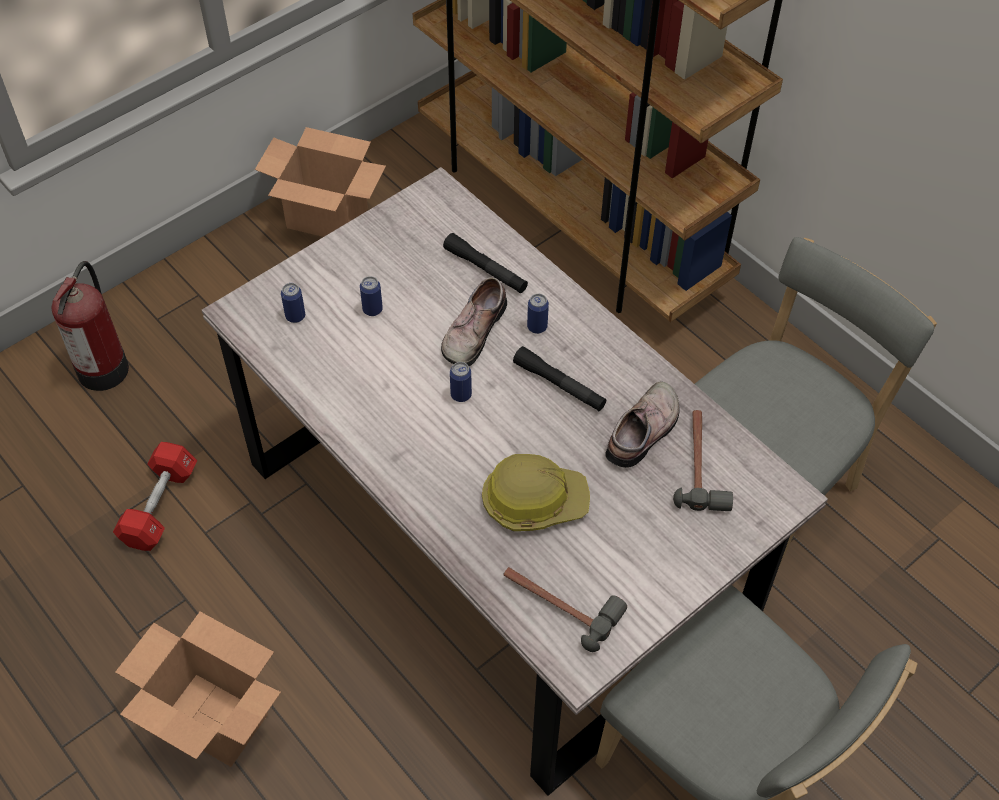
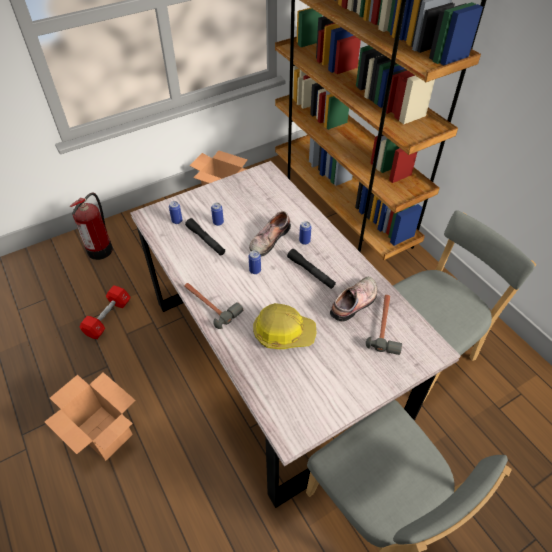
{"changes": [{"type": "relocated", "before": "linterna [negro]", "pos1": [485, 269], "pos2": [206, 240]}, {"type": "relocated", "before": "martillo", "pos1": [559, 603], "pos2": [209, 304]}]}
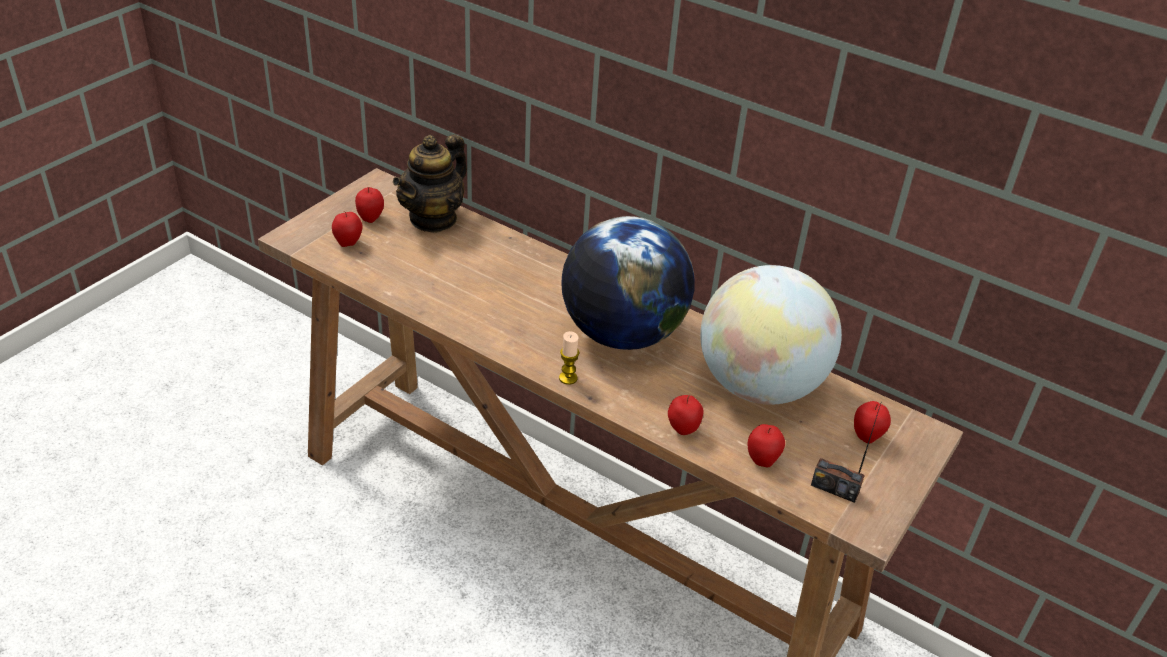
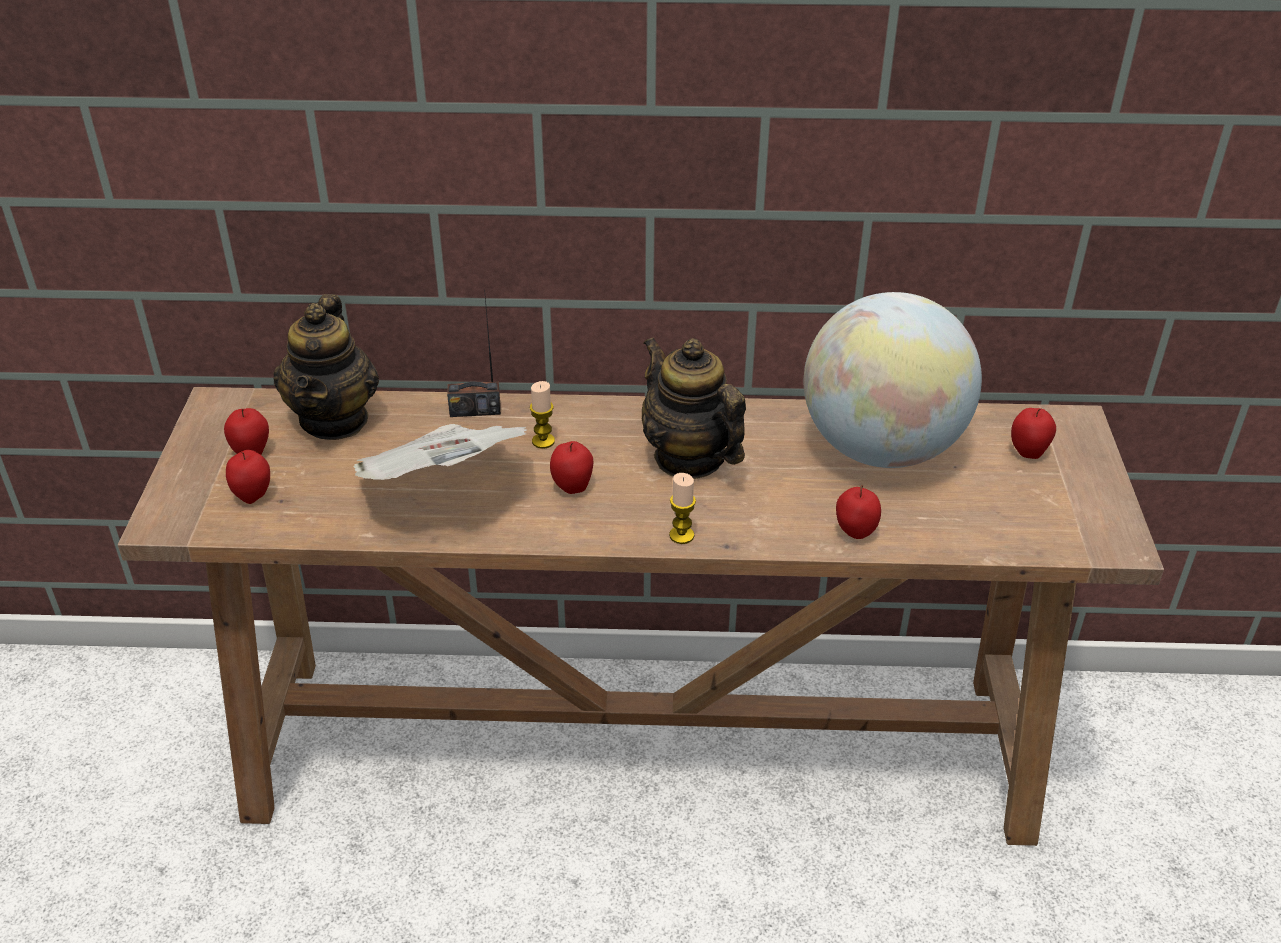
{"changes": [{"type": "appeared", "after": "periódico", "pos2": [443, 485]}, {"type": "appeared", "after": "vela", "pos2": [543, 441]}, {"type": "relocated", "before": "manzana", "pos1": [762, 460], "pos2": [572, 487]}, {"type": "relocated", "before": "radio", "pos1": [835, 488], "pos2": [475, 410]}, {"type": "exchanged", "before": "globo terráqueo", "after": "tetera", "pos1": [622, 334], "pos2": [689, 458]}]}
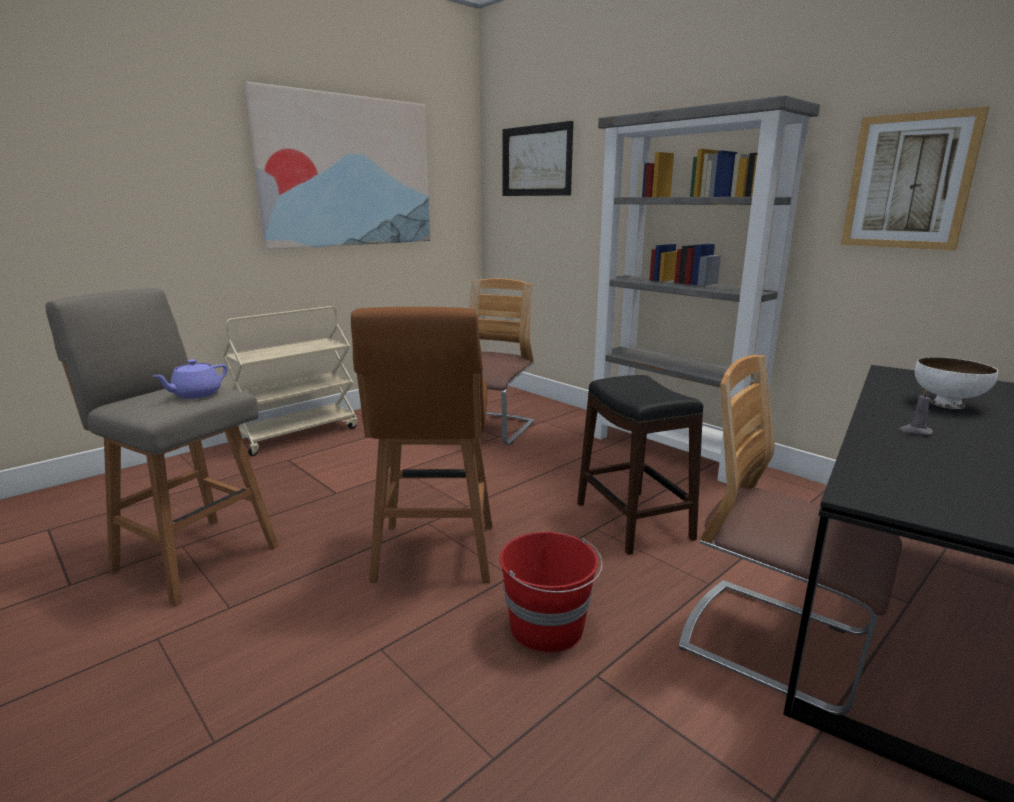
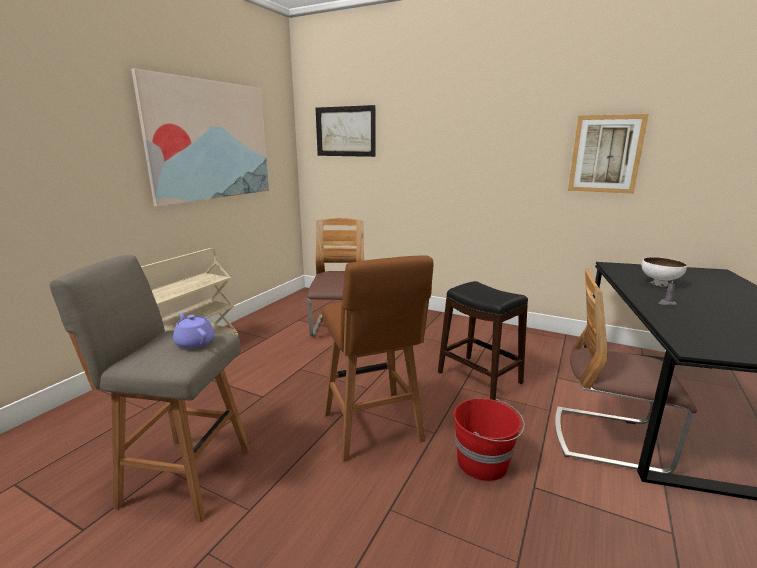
{"changes": [{"type": "missing", "before": "estantería [gris]", "pos1": [671, 451]}, {"type": "spun", "before": "tetera [morado]", "pos1": [196, 394], "pos2": [194, 342], "turn": 120}]}
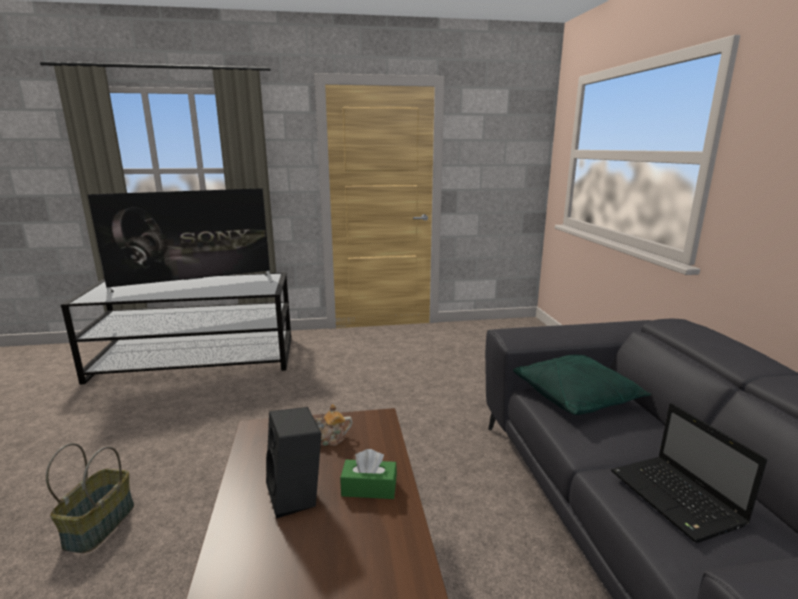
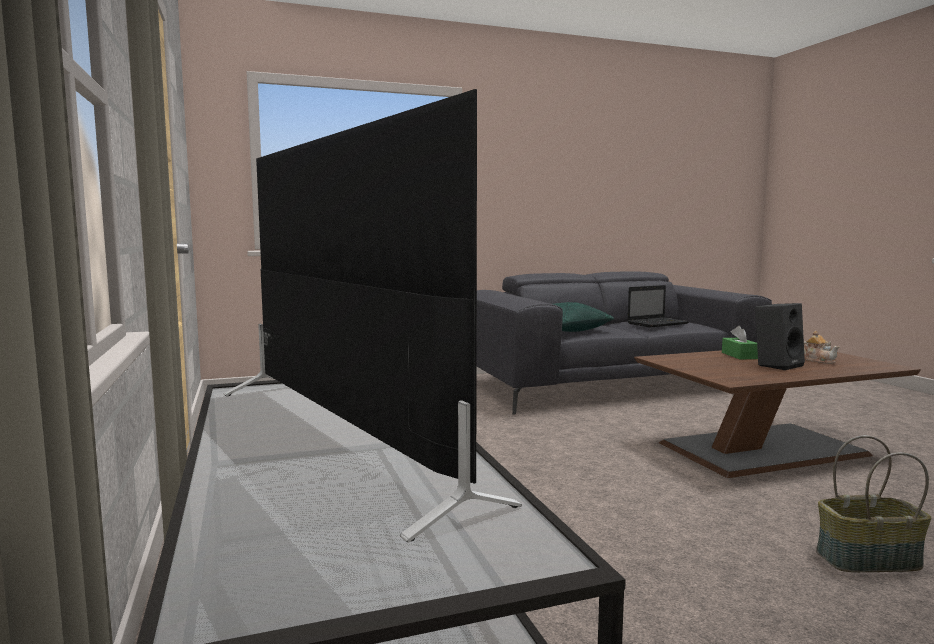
{"changes": [{"type": "relocated", "before": "tetera", "pos1": [329, 439], "pos2": [819, 360]}]}
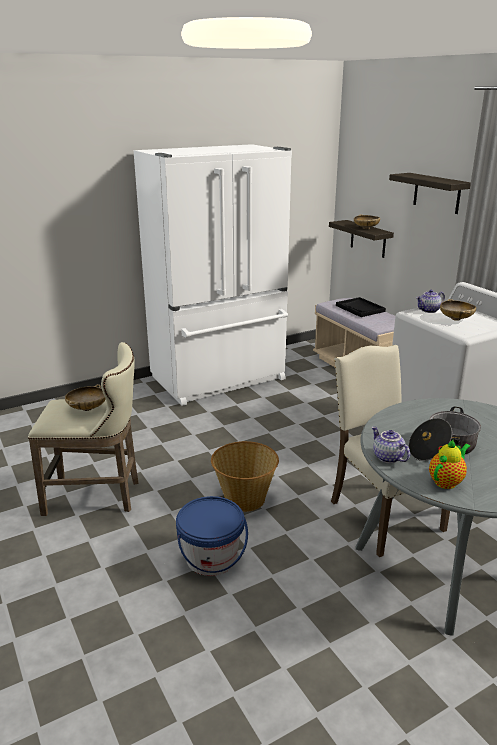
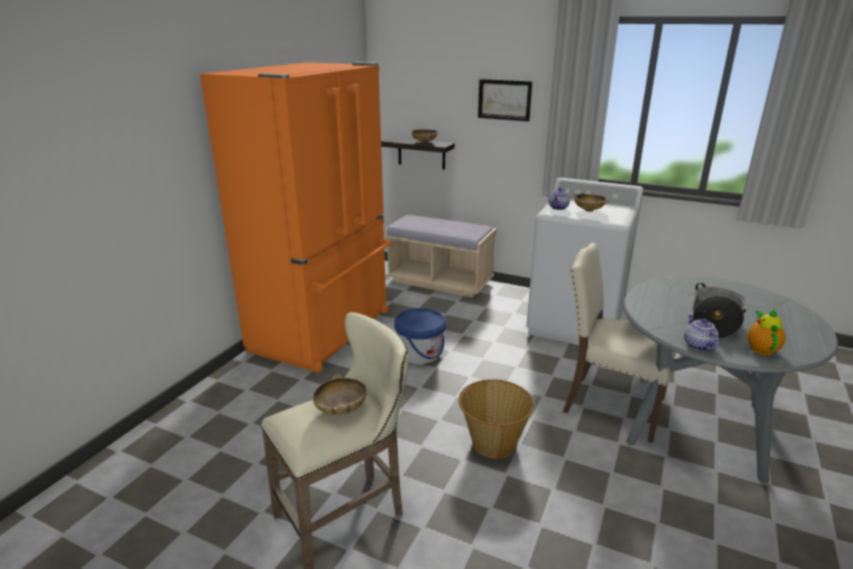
{"changes": [{"type": "missing", "before": "bandeja [negro]", "pos1": [360, 308]}, {"type": "relocated", "before": "cubo [azul]", "pos1": [211, 557], "pos2": [420, 354]}, {"type": "exchanged", "before": "estante", "after": "cuadro", "pos1": [437, 193], "pos2": [504, 99]}, {"type": "colour", "before": "nevera [blanco]", "after": "nevera [naranja]", "pos1": [220, 379], "pos2": [325, 331]}, {"type": "spun", "before": "tetera", "pos1": [387, 457], "pos2": [697, 345], "turn": 60}]}
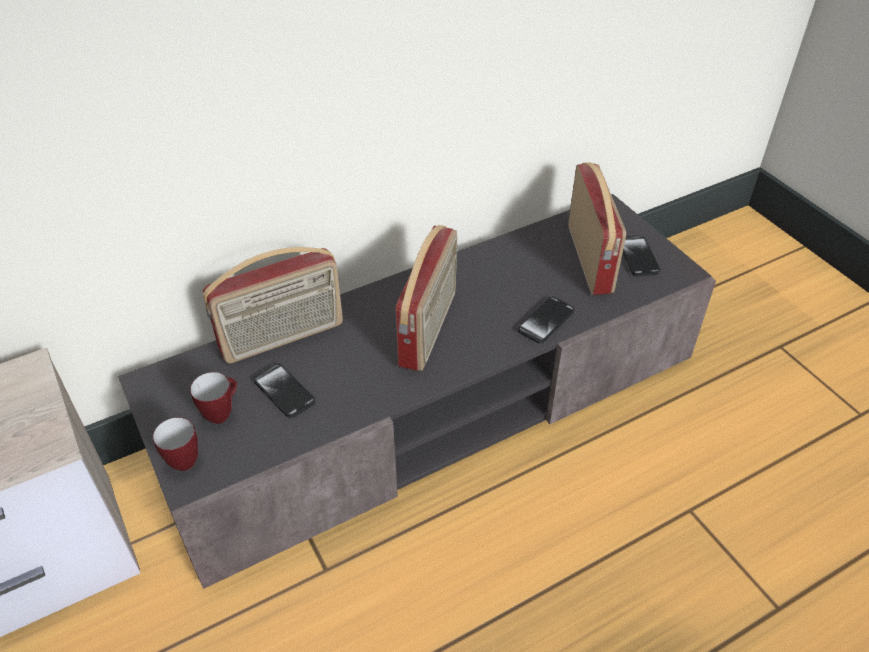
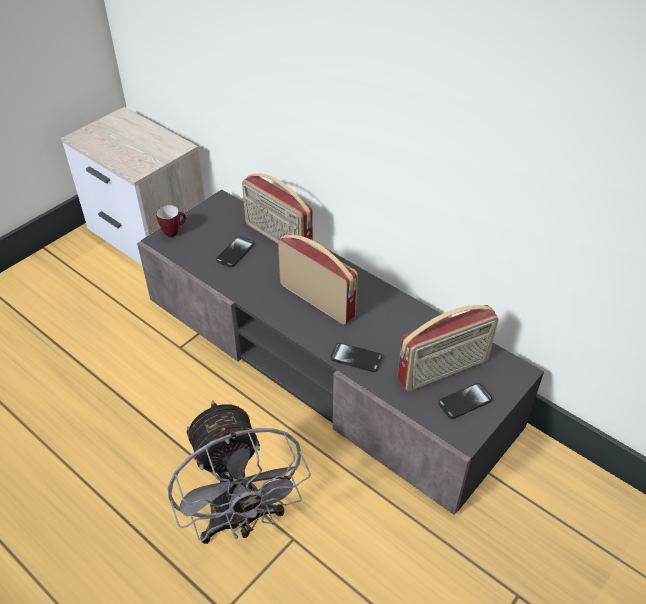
{"changes": [{"type": "missing", "before": "taza grande", "pos1": [222, 412]}, {"type": "appeared", "after": "ventilador [gris]", "pos2": [241, 520]}, {"type": "spun", "before": "radio", "pos1": [429, 328], "pos2": [318, 299], "turn": -135}]}
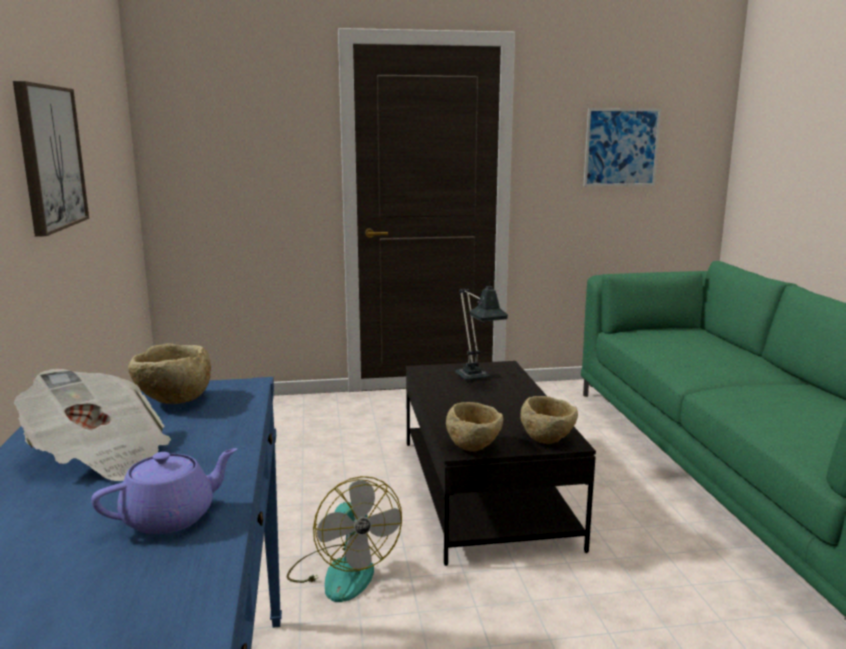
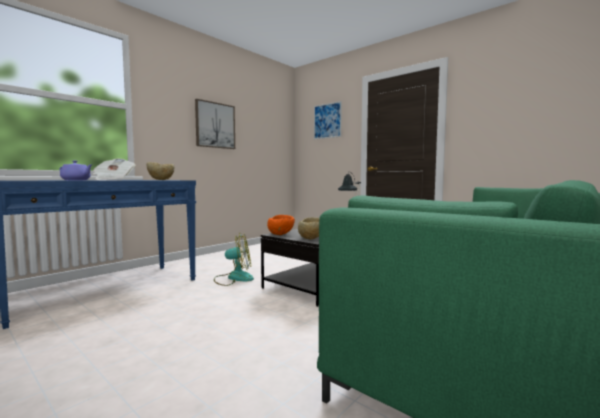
{"changes": [{"type": "relocated", "before": "cuadro", "pos1": [621, 147], "pos2": [327, 121]}, {"type": "colour", "before": "cuenco [beis]", "after": "cuenco [naranja]", "pos1": [474, 447], "pos2": [281, 234]}, {"type": "spun", "before": "ventilador", "pos1": [342, 571], "pos2": [234, 278], "turn": -120}]}
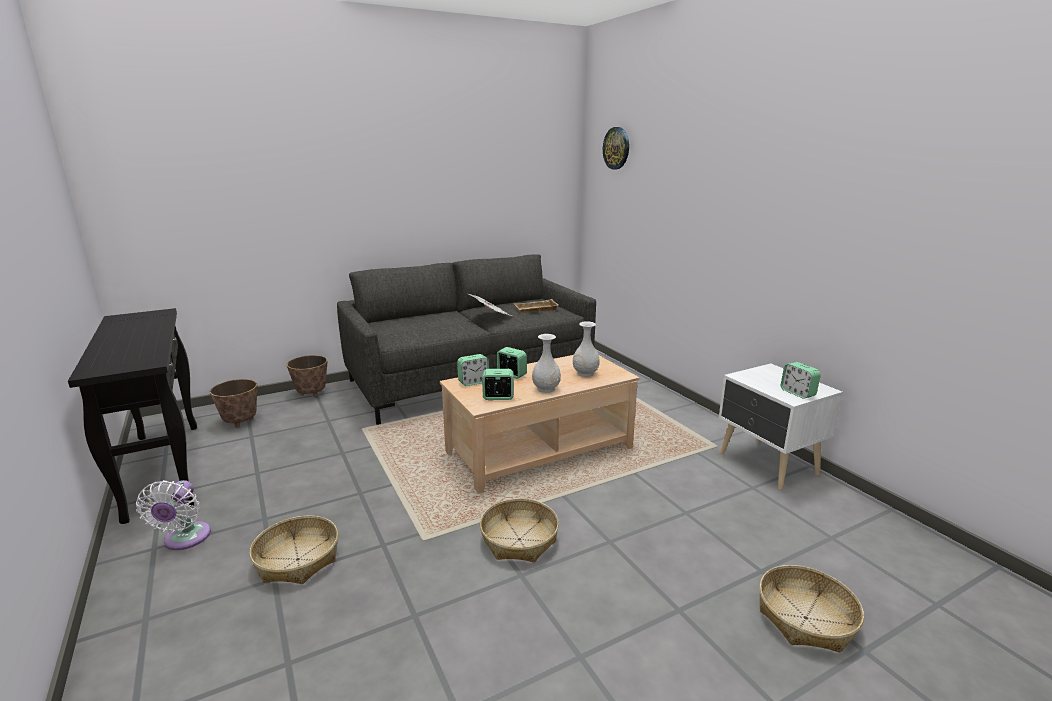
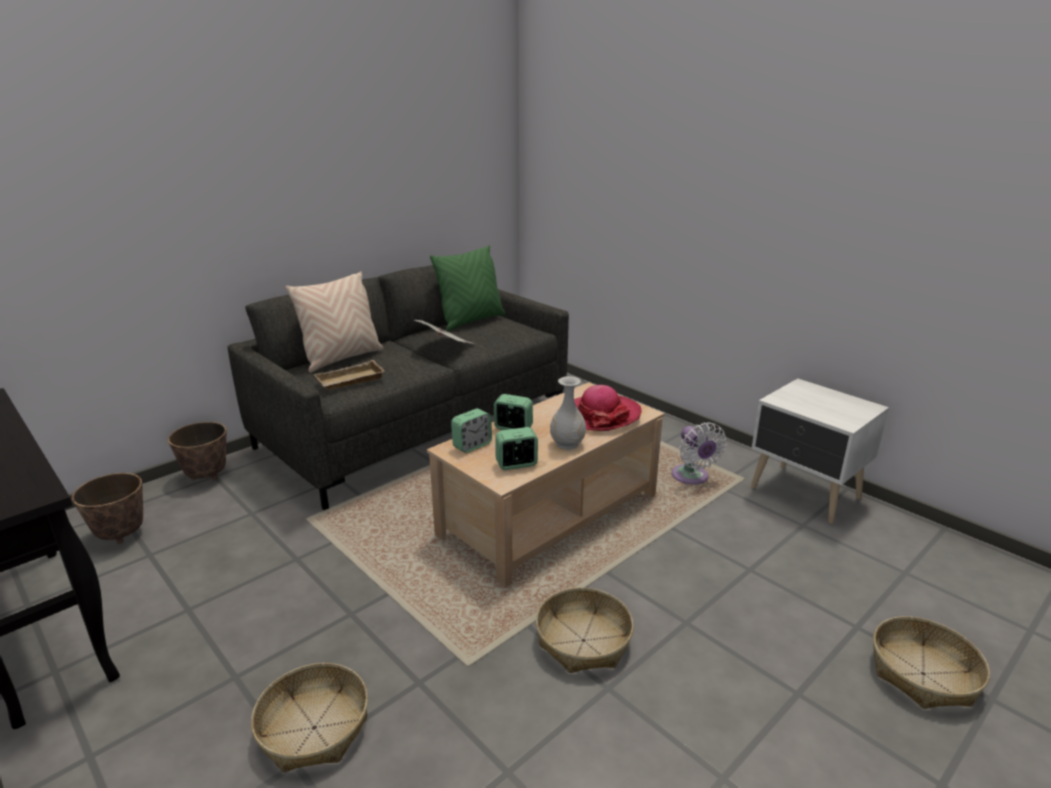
{"changes": [{"type": "missing", "before": "reloj de pared", "pos1": [616, 148]}, {"type": "missing", "before": "despertador", "pos1": [797, 393]}, {"type": "appeared", "after": "cojín [beis]", "pos2": [342, 358]}, {"type": "appeared", "after": "cojín [verde]", "pos2": [471, 321]}, {"type": "relocated", "before": "ventilador [blanco]", "pos1": [185, 540], "pos2": [692, 478]}, {"type": "relocated", "before": "bandeja [beis]", "pos1": [535, 310], "pos2": [350, 381]}, {"type": "exchanged", "before": "florero [blanco]", "after": "sombrero", "pos1": [585, 373], "pos2": [600, 415]}]}
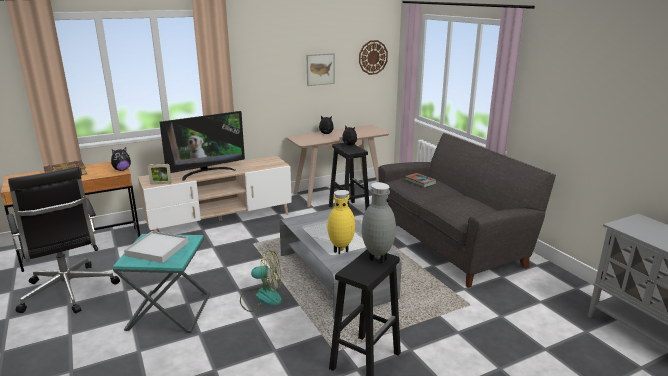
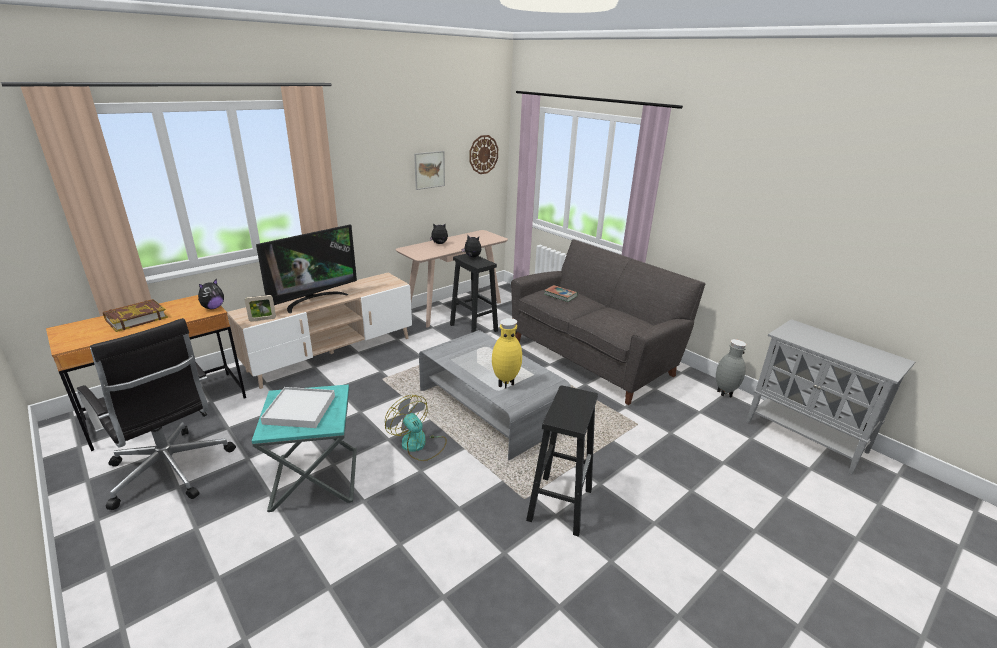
{"changes": [{"type": "relocated", "before": "florero [gris]", "pos1": [376, 259], "pos2": [724, 394]}, {"type": "spun", "before": "ventilador", "pos1": [261, 297], "pos2": [418, 445], "turn": -120}]}
